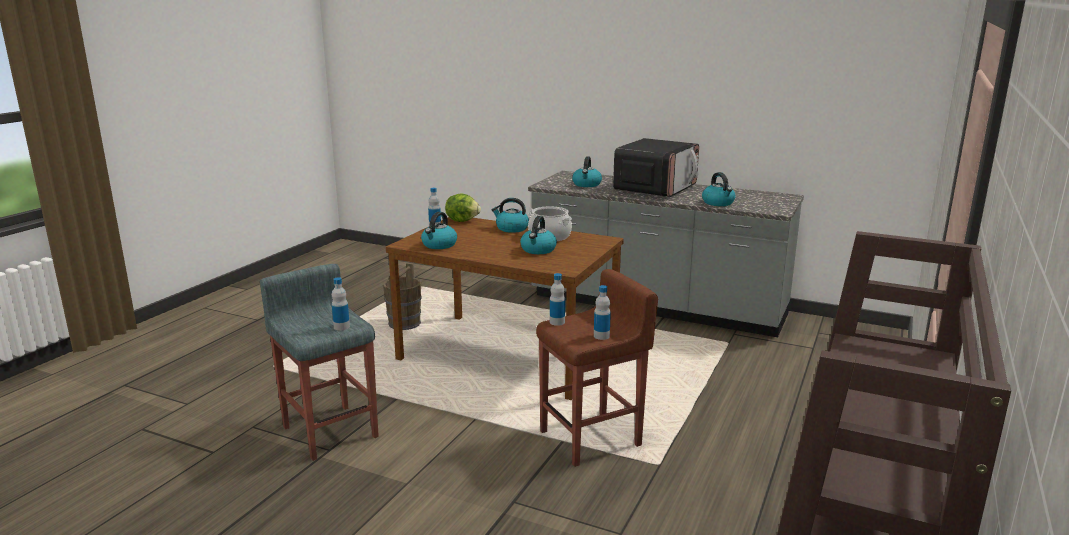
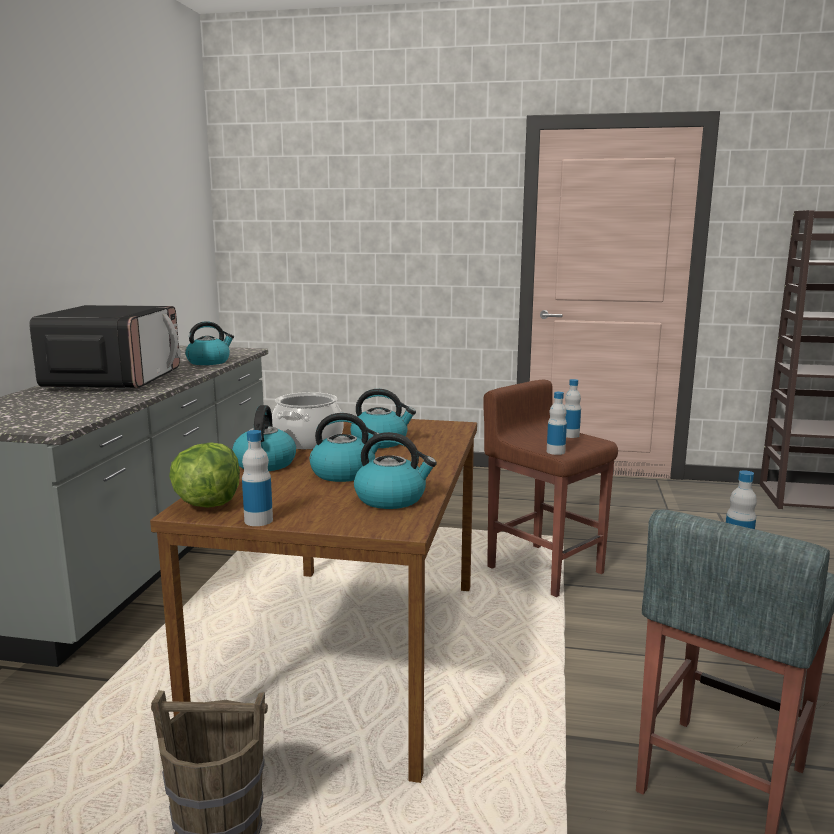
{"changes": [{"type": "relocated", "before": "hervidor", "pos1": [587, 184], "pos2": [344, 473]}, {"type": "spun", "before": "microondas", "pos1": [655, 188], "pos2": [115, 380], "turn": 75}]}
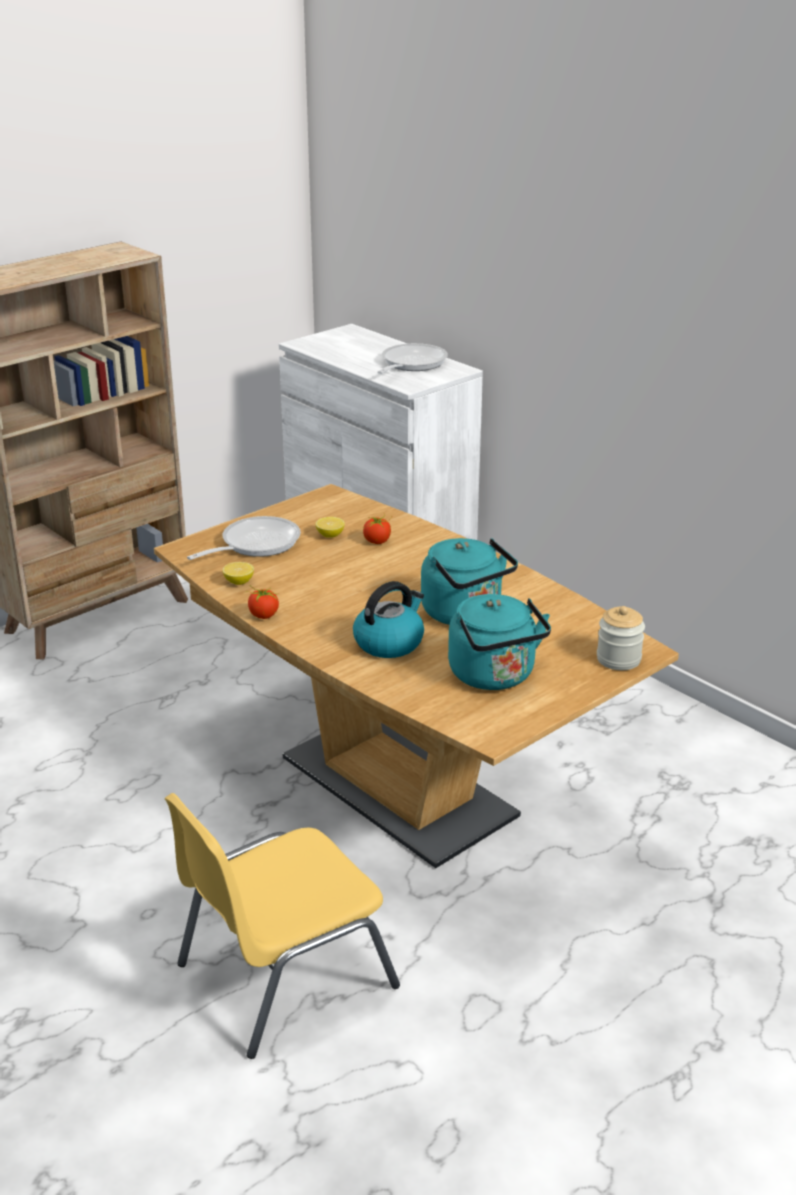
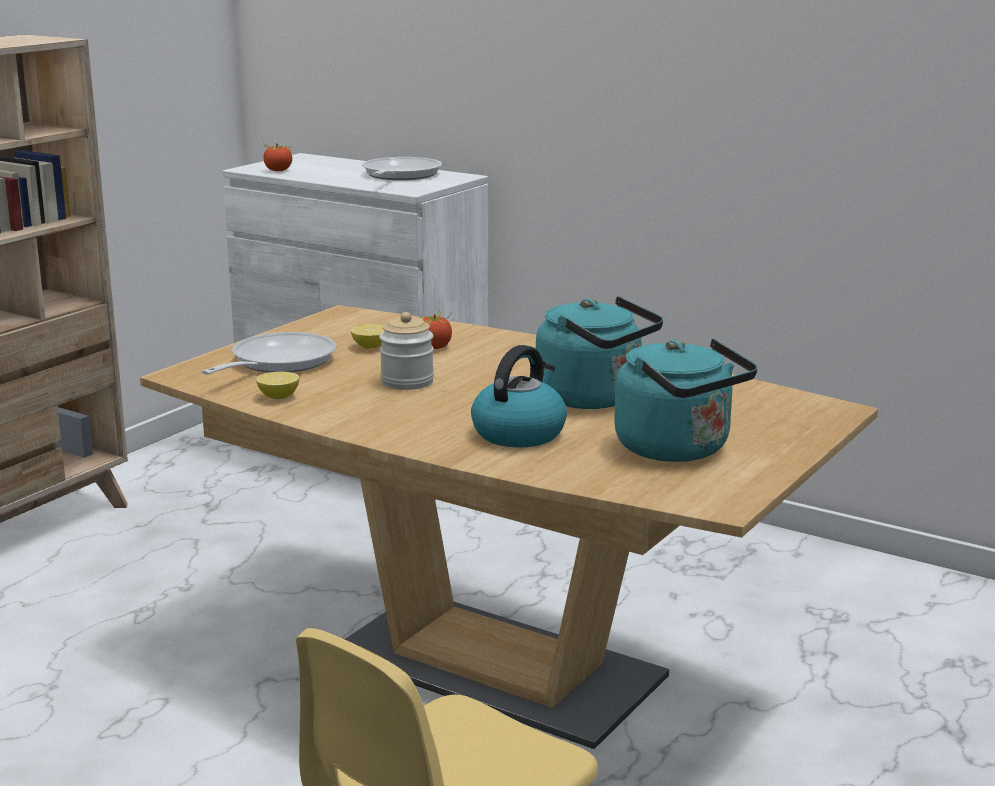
{"changes": [{"type": "relocated", "before": "tomate", "pos1": [263, 615], "pos2": [278, 170]}, {"type": "relocated", "before": "tarro", "pos1": [618, 659], "pos2": [407, 382]}]}
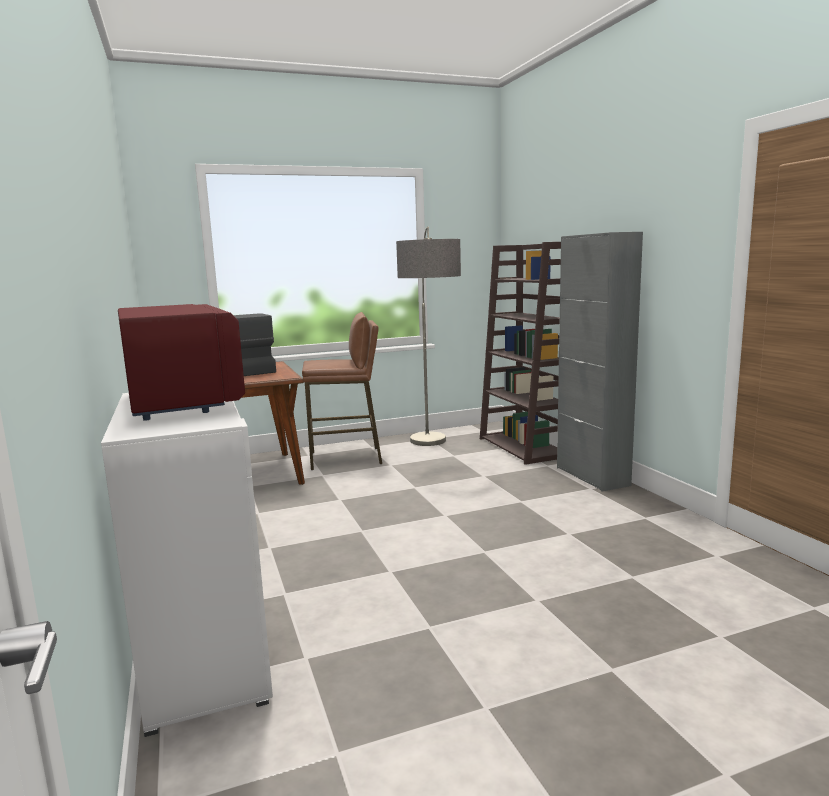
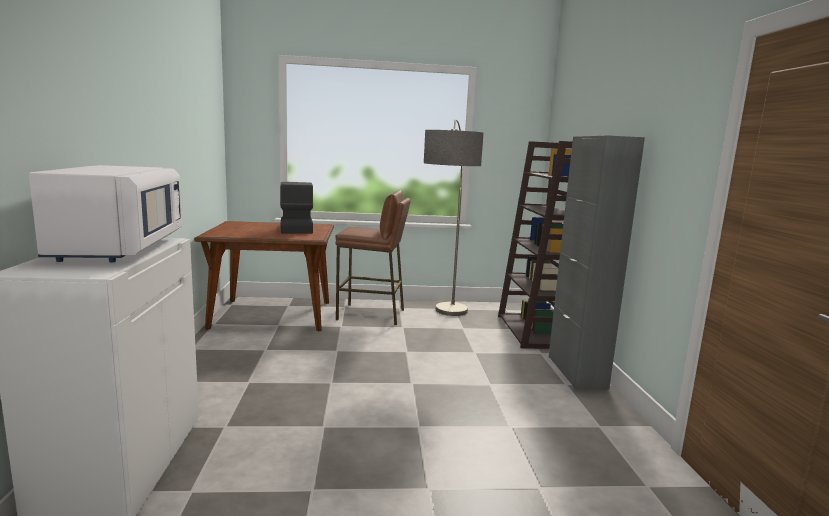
{"changes": [{"type": "colour", "before": "microondas [rojo]", "after": "microondas [blanco]", "pos1": [180, 401], "pos2": [119, 249]}]}
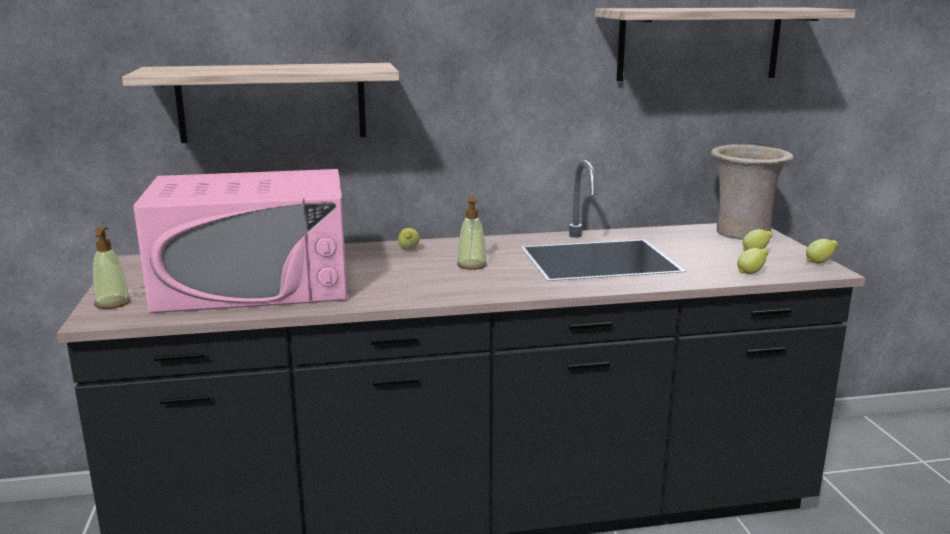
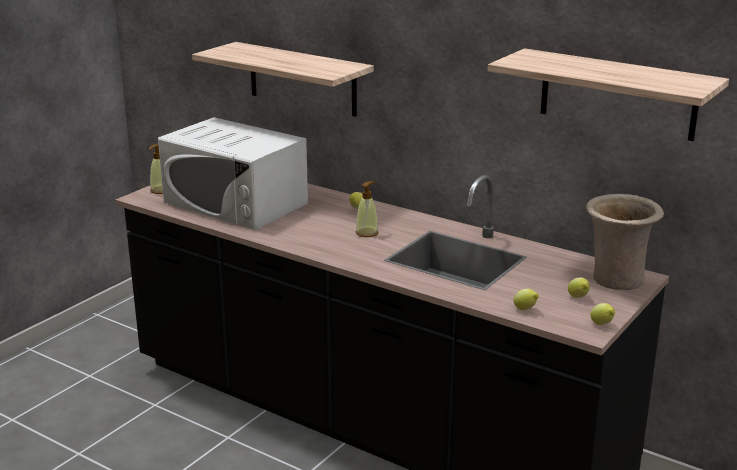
{"changes": [{"type": "colour", "before": "microondas [rosa]", "after": "microondas [blanco]", "pos1": [255, 285], "pos2": [235, 203]}]}
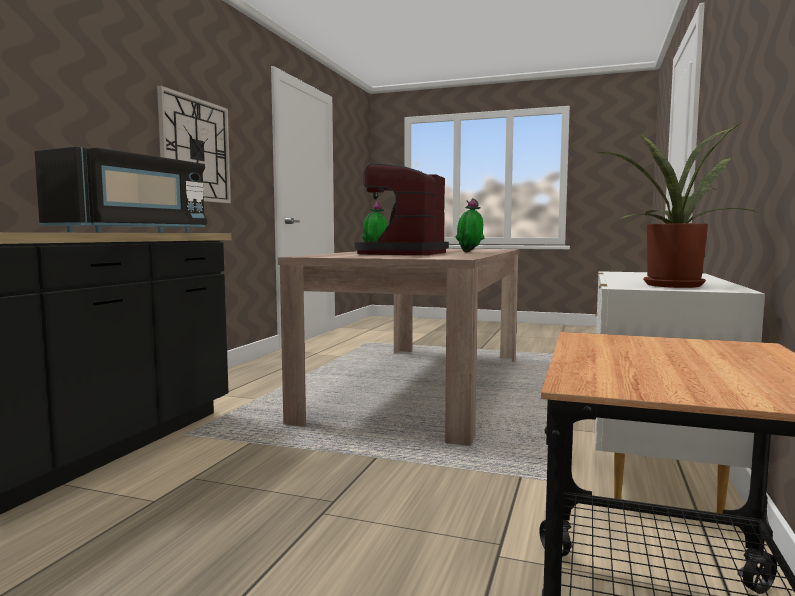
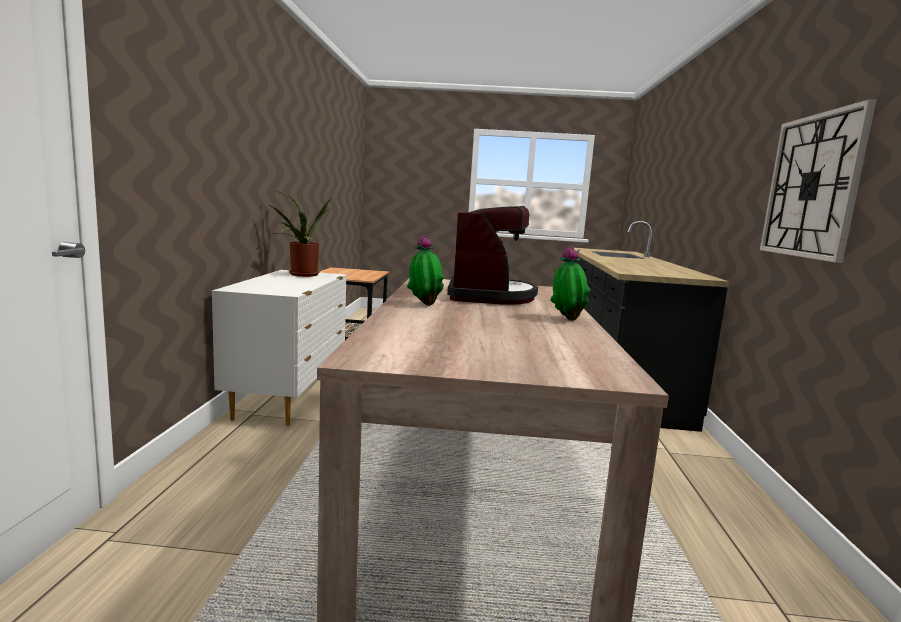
{"changes": [{"type": "missing", "before": "microondas [negro]", "pos1": [133, 232]}]}
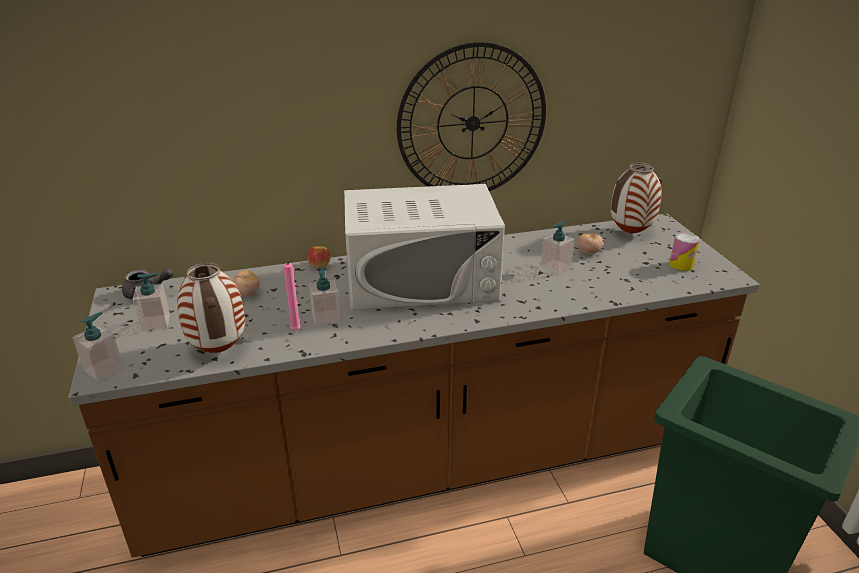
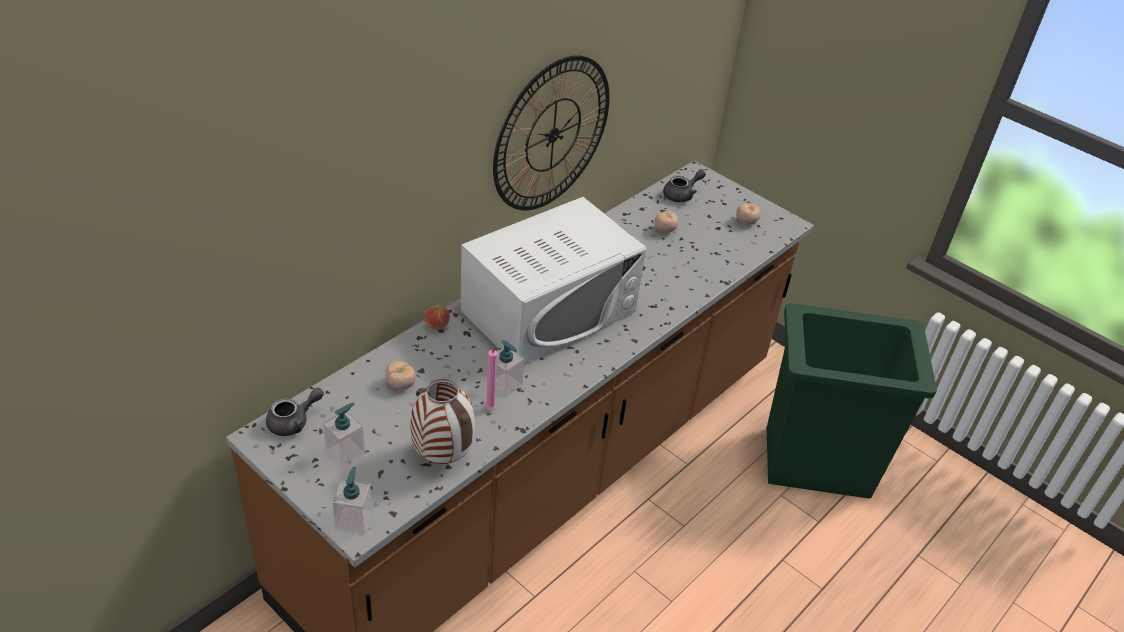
{"changes": [{"type": "missing", "before": "dispensador de jabón", "pos1": [555, 267]}, {"type": "exchanged", "before": "florero", "after": "tetera [gris]", "pos1": [630, 233], "pos2": [682, 195]}, {"type": "exchanged", "before": "lata", "after": "tomate", "pos1": [681, 265], "pos2": [746, 222]}]}
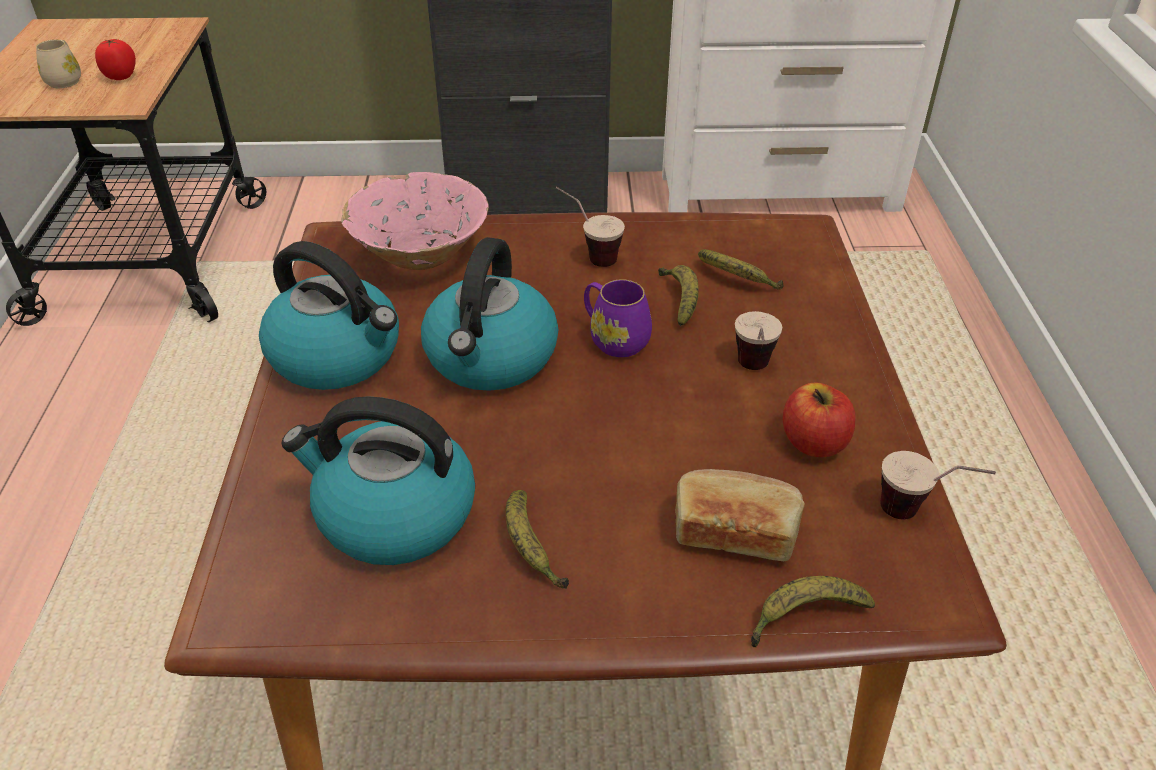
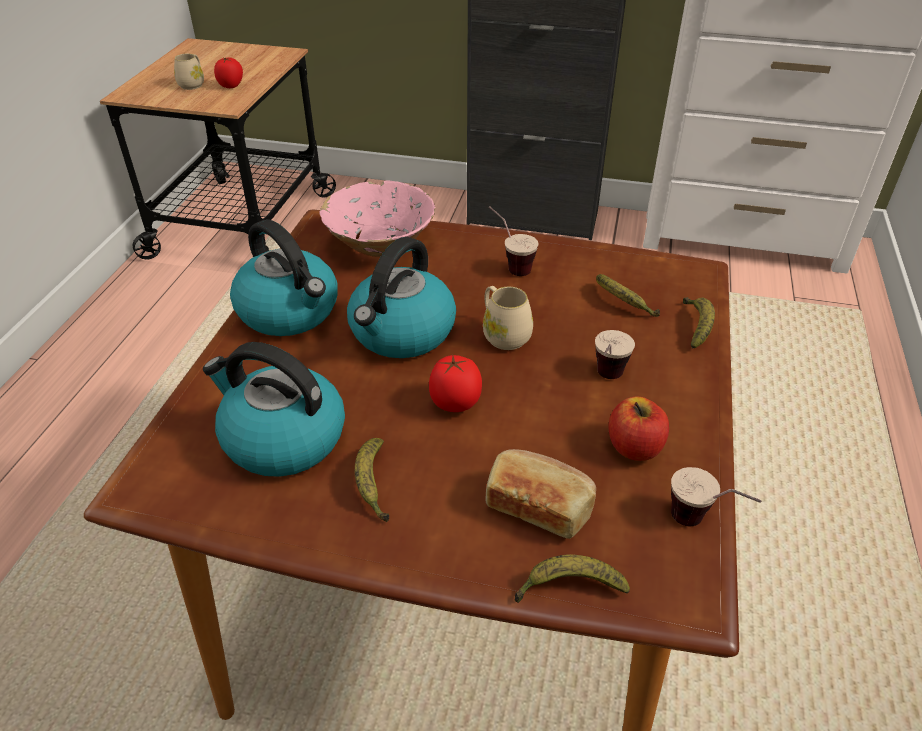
{"changes": [{"type": "appeared", "after": "tomate", "pos2": [455, 404]}, {"type": "relocated", "before": "plátano", "pos1": [680, 300], "pos2": [696, 327]}, {"type": "colour", "before": "taza grande [morado]", "after": "taza grande [beis]", "pos1": [614, 339], "pos2": [503, 334]}]}
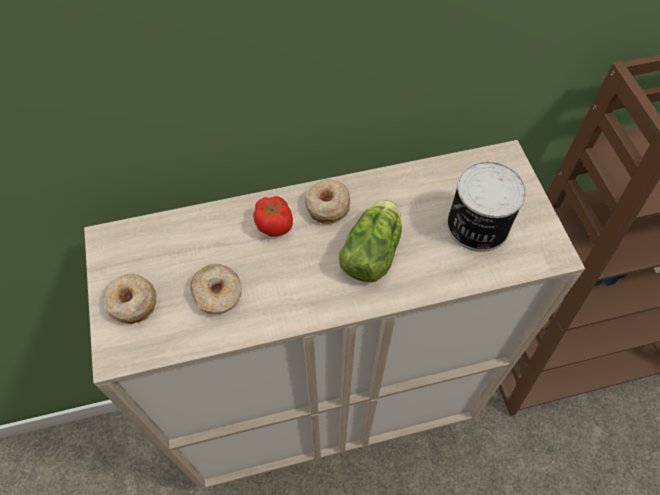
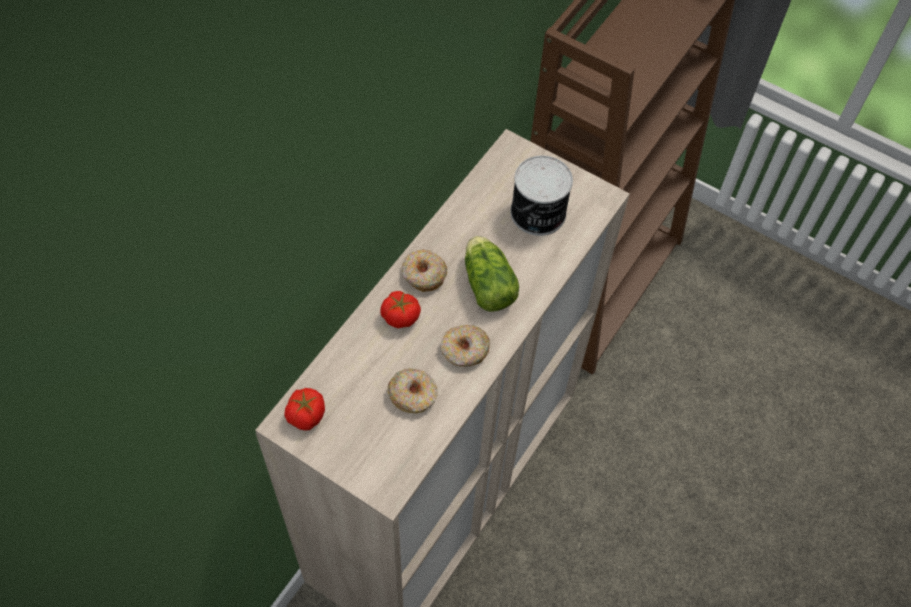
{"changes": [{"type": "appeared", "after": "tomate", "pos2": [306, 416]}, {"type": "relocated", "before": "rosquilla", "pos1": [132, 303], "pos2": [464, 350]}]}
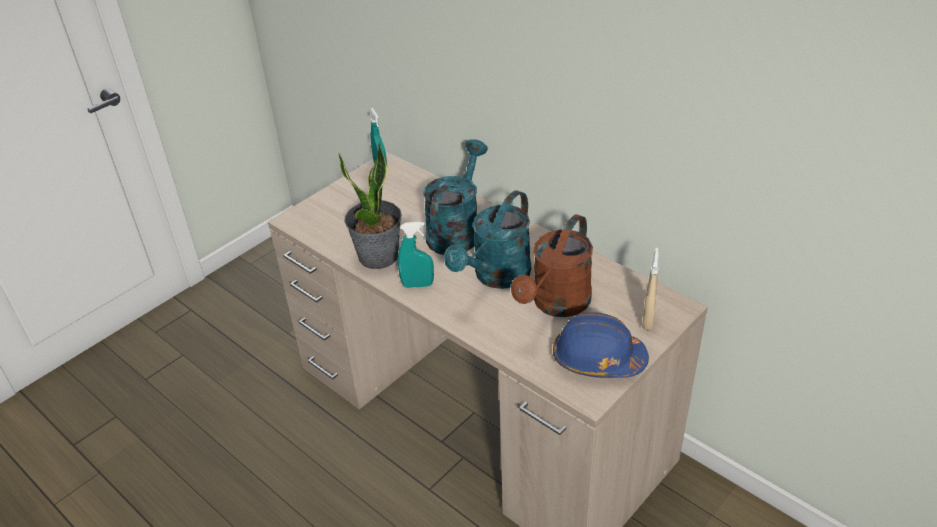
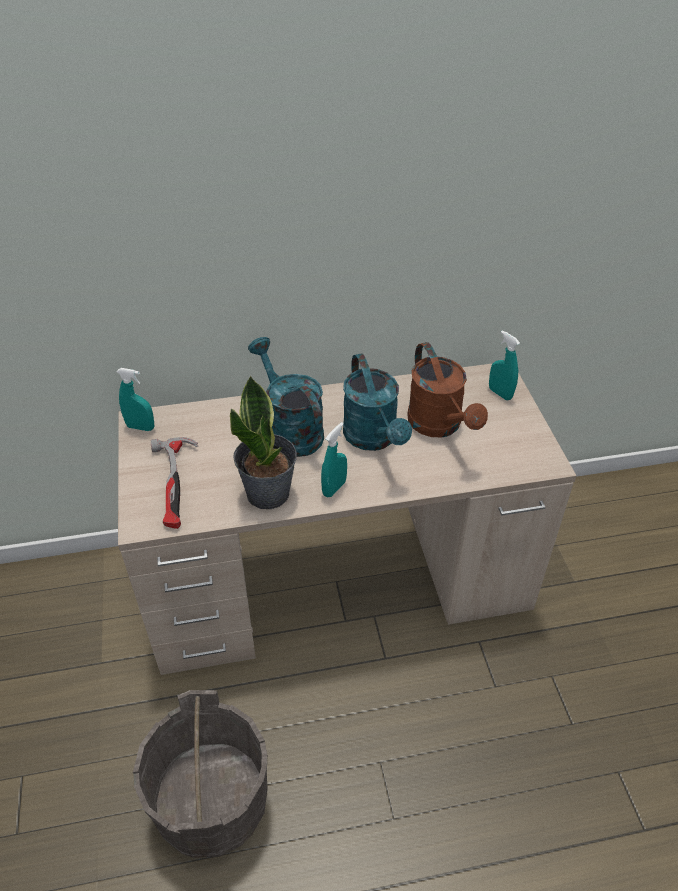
{"changes": [{"type": "missing", "before": "casco [azul]", "pos1": [598, 359]}, {"type": "appeared", "after": "cubo [gris]", "pos2": [212, 804]}, {"type": "appeared", "after": "martillo", "pos2": [176, 484]}, {"type": "colour", "before": "pulverizador [beis]", "after": "pulverizador [turquesa]", "pos1": [648, 320], "pos2": [500, 393]}]}
